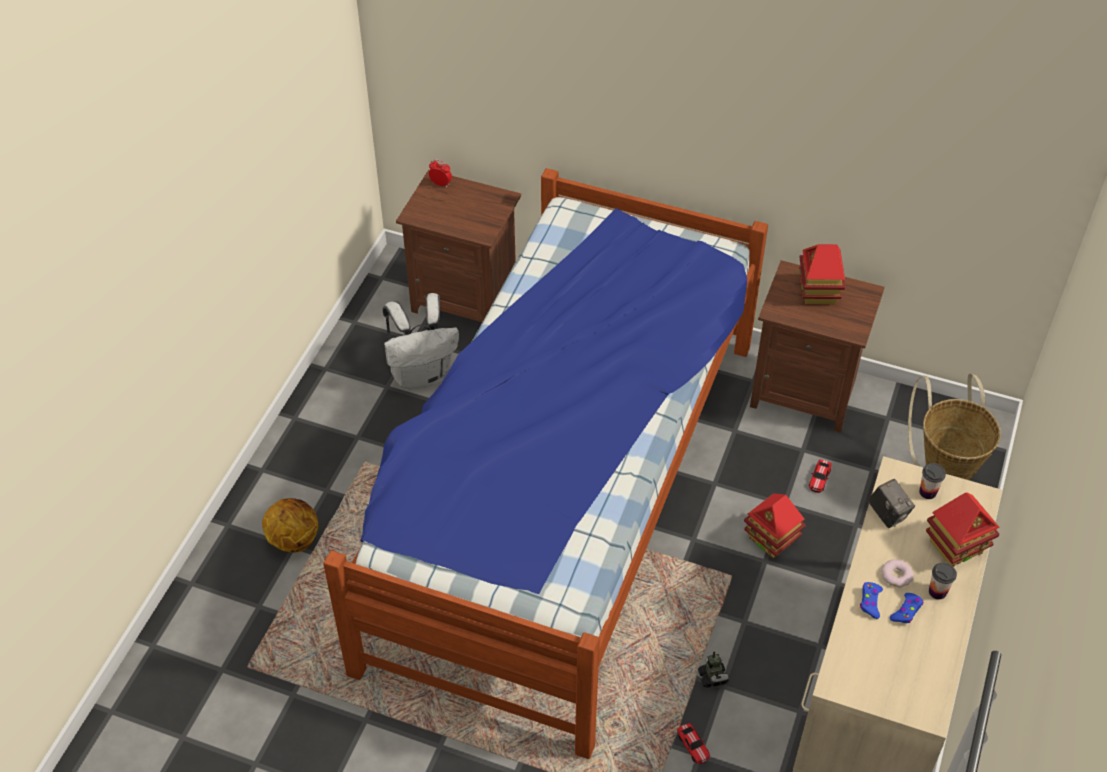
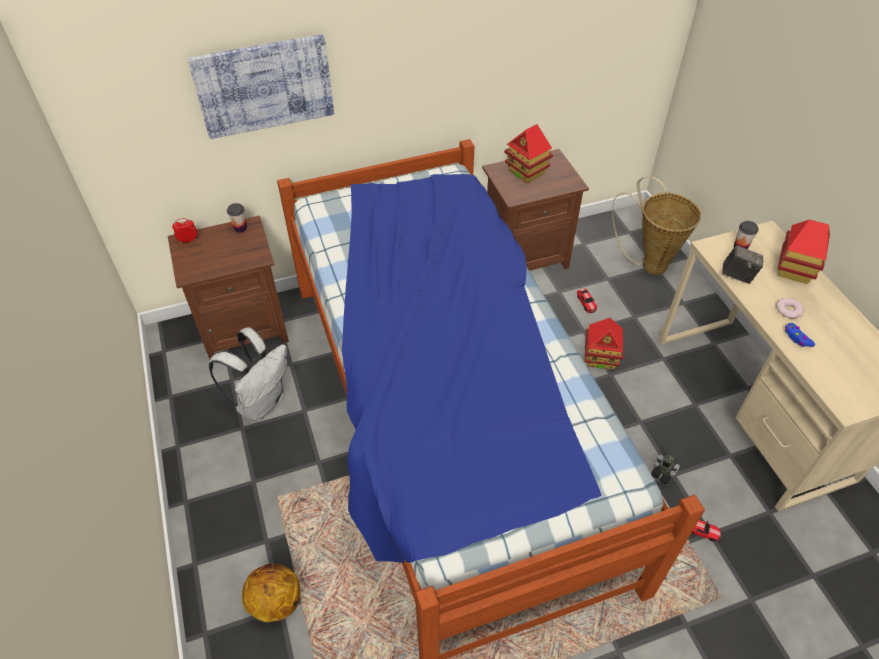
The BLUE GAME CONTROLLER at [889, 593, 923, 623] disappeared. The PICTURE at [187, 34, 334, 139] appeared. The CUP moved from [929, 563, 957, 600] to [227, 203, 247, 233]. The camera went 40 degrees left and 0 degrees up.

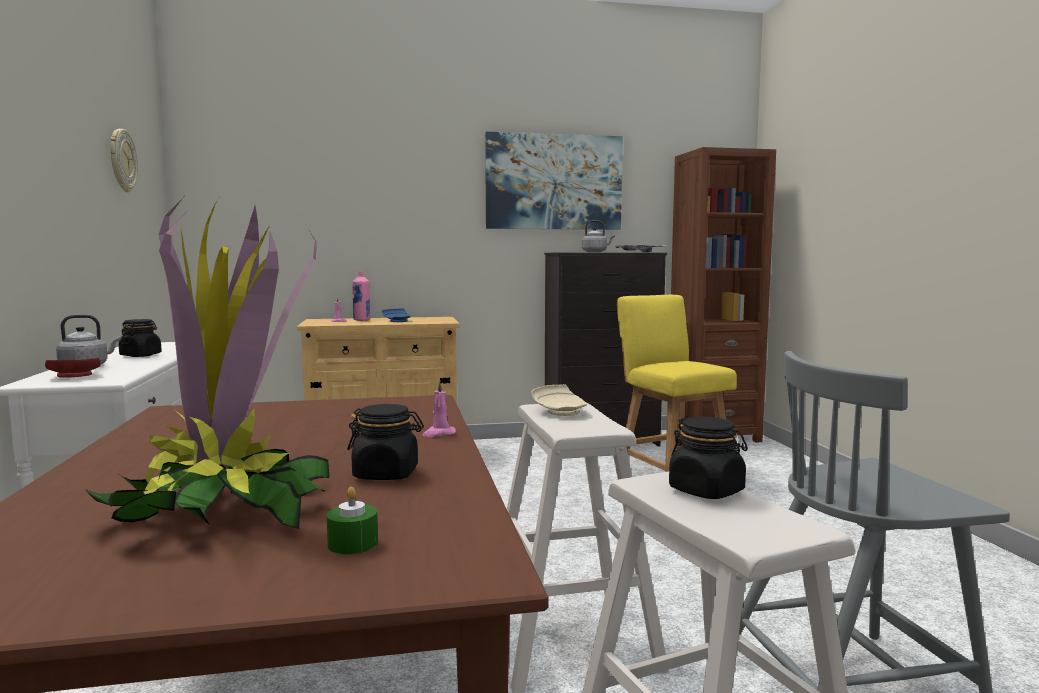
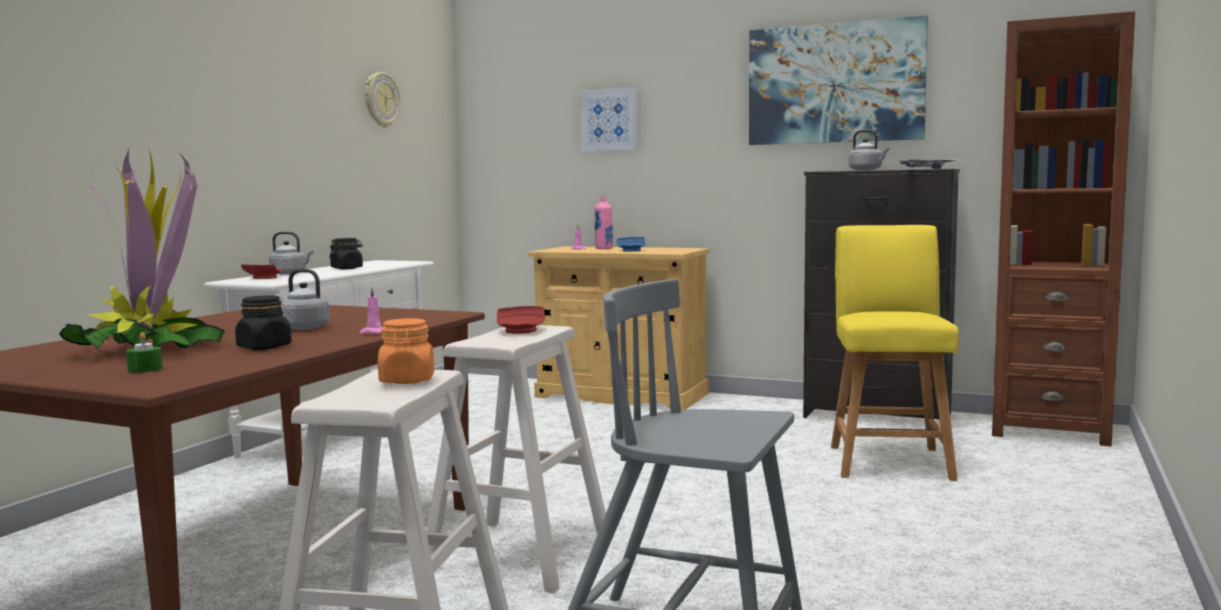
The GREY KETTLE at [275, 269, 330, 330] appeared. The PICTURE at [580, 87, 638, 152] appeared. The BEIGE PLATE at [531, 385, 588, 416] became the RED PLATE at [497, 306, 545, 334]. The BLACK JAR at [669, 417, 748, 499] became the ORANGE JAR at [378, 318, 434, 384]. The camera went 35 degrees right and 0 degrees up.

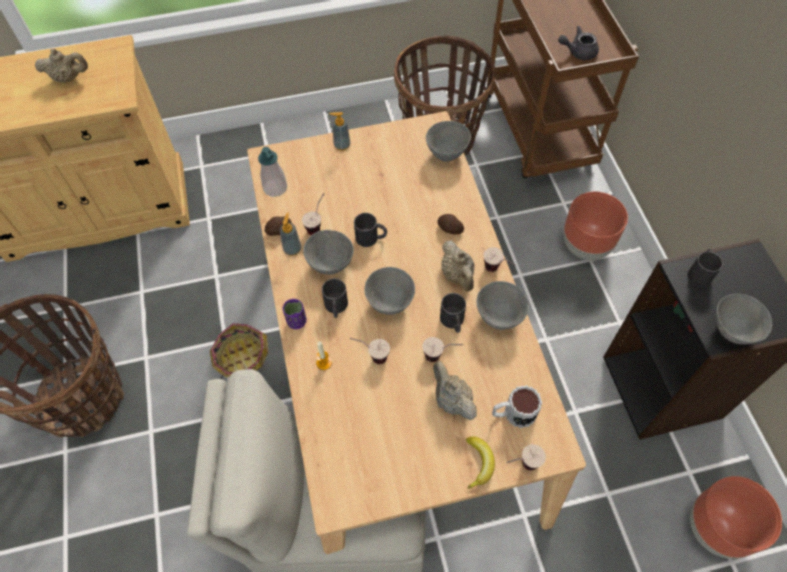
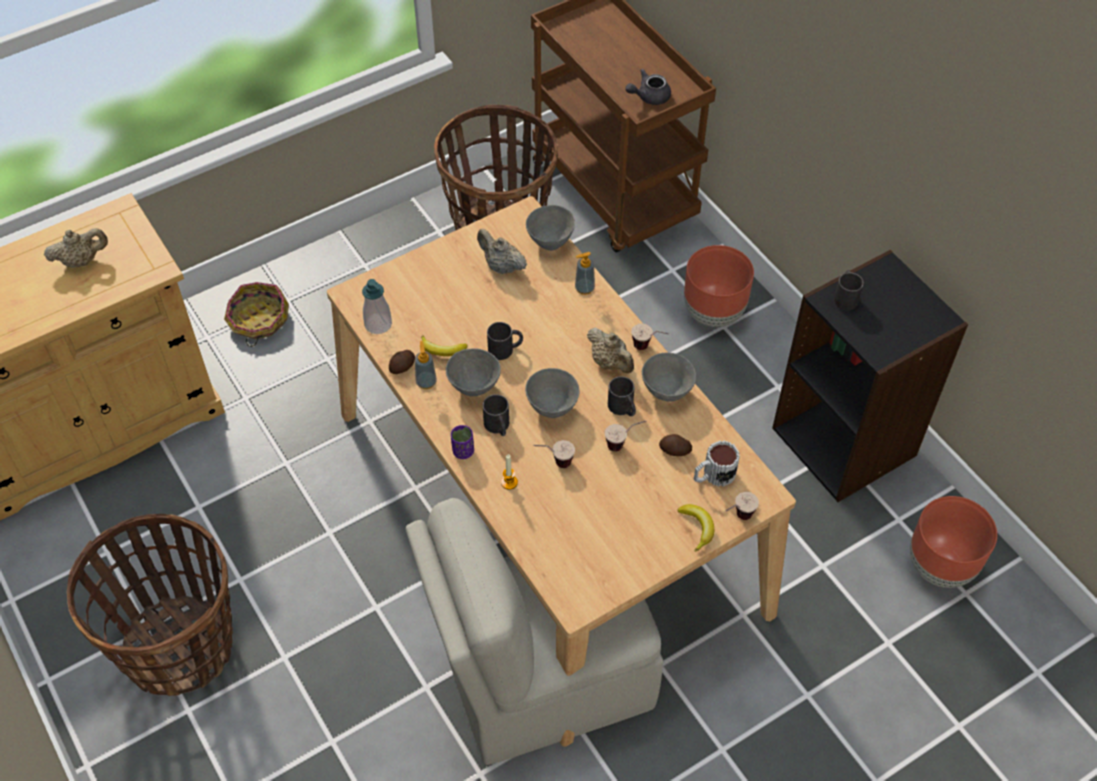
The GREY BOWL at [716, 294, 772, 344] disappeared. The BASKET moved from [210, 323, 268, 379] to [224, 282, 289, 347]. The SOAP DISPENSER moved from [329, 112, 351, 151] to [575, 252, 595, 295]. The BEIGE TEAPOT moved from [433, 361, 477, 420] to [477, 229, 527, 274]. The POTATO moved from [437, 214, 464, 234] to [659, 434, 692, 456]. The CUP at [302, 193, 324, 235] was replaced by the BANANA at [421, 335, 468, 356]. The camera went 20 degrees left and 5 degrees down.

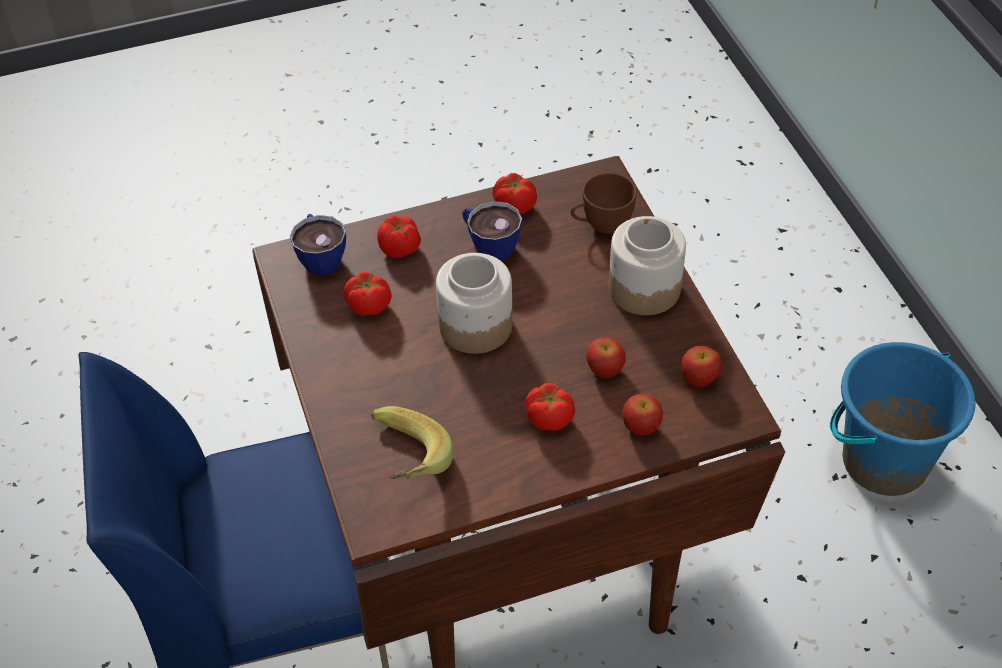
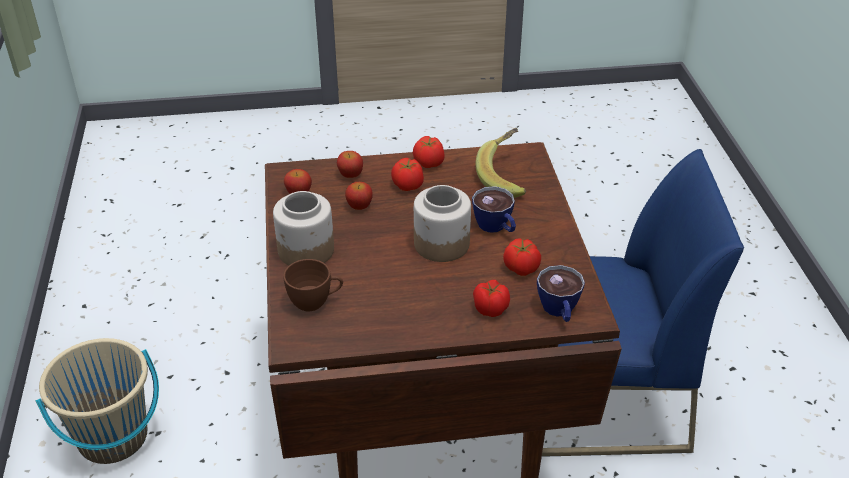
The CUP moved from [462, 201, 522, 261] to [472, 186, 516, 233]. The TOMATO moved from [492, 173, 537, 214] to [413, 136, 445, 168]. The BLUE BUCKET at [830, 342, 976, 496] became the BEIGE BUCKET at [36, 338, 159, 464]. The camera went 170 degrees left and 10 degrees down.

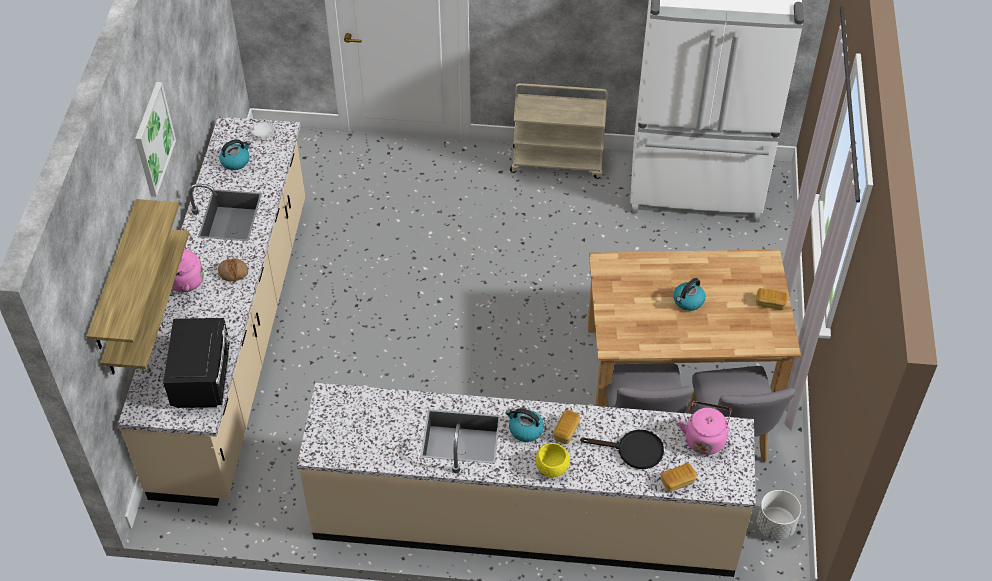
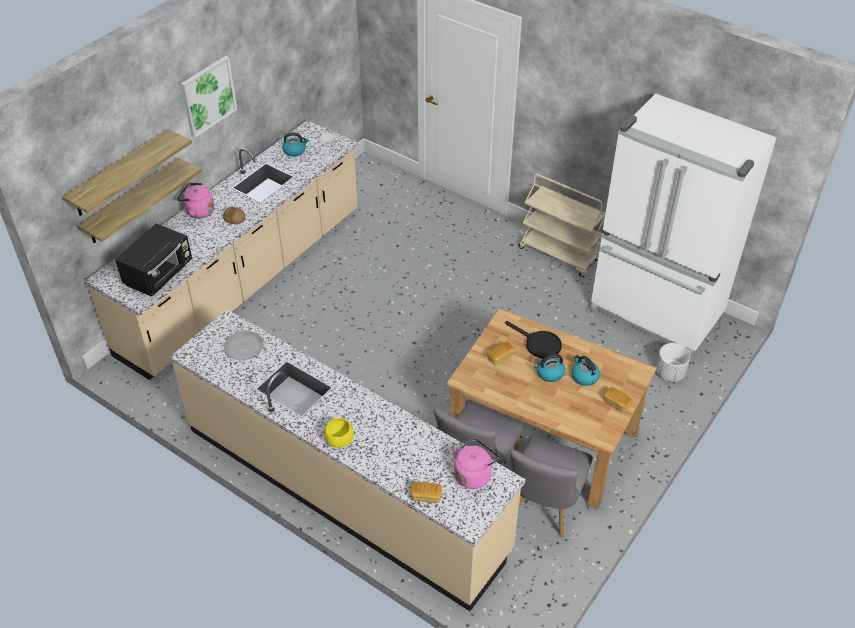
The PLATE at [224, 330, 264, 360] appeared. The KETTLE moved from [506, 408, 544, 442] to [571, 355, 600, 386]. The BREAD moved from [553, 410, 580, 444] to [487, 341, 514, 365]. The BLACK FRYING PAN moved from [580, 430, 664, 469] to [505, 321, 562, 358]. The WHITE PLANTER moved from [757, 490, 801, 540] to [656, 343, 690, 382]. The camera went 30 degrees right and 5 degrees down.

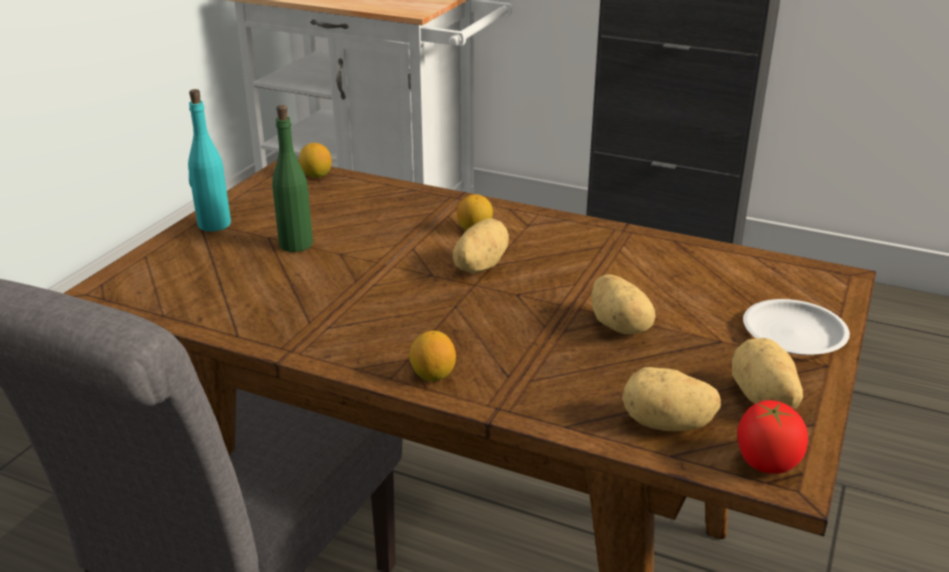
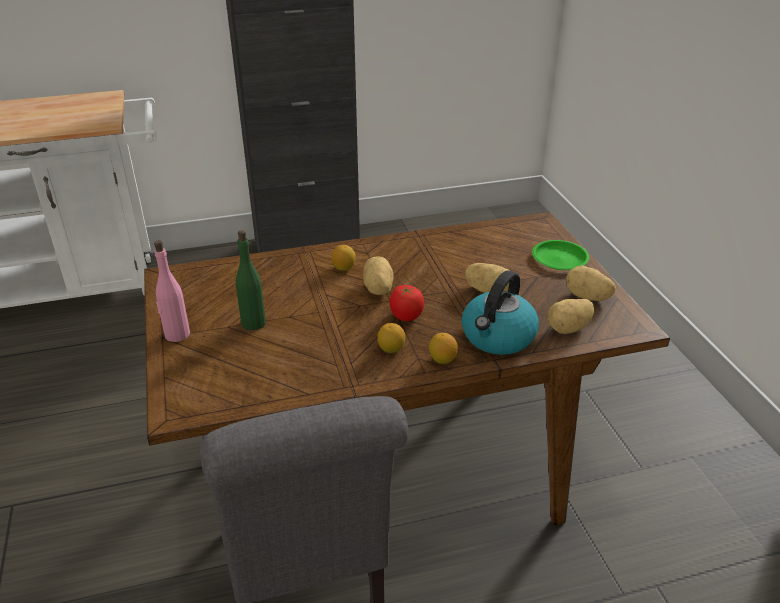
The KETTLE at [462, 271, 539, 355] appeared. The LEMON moved from [299, 143, 332, 178] to [377, 323, 405, 353]. The TOMATO moved from [737, 400, 808, 474] to [390, 285, 424, 321]. The TURQUOISE BOTTLE at [188, 89, 231, 231] became the PINK BOTTLE at [154, 240, 190, 342]. The WHITE PLATE at [743, 299, 850, 355] became the GREEN PLATE at [532, 240, 589, 270]. The camera went 40 degrees left and 5 degrees up.

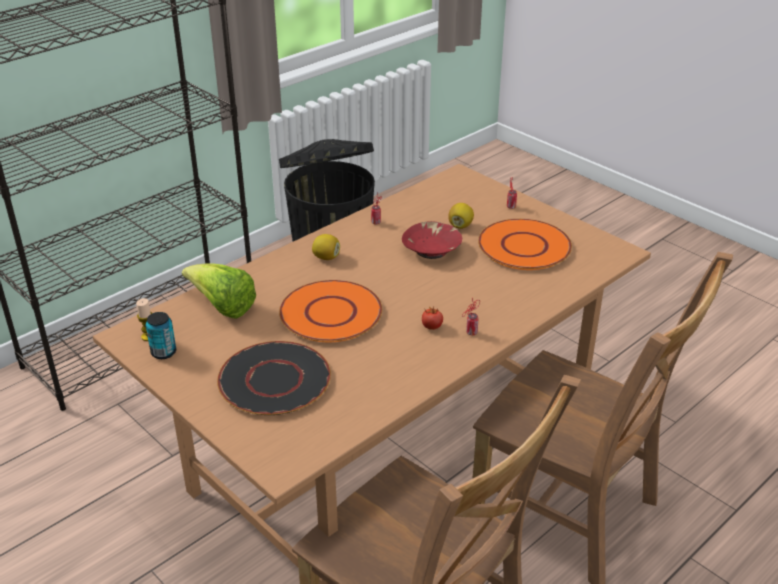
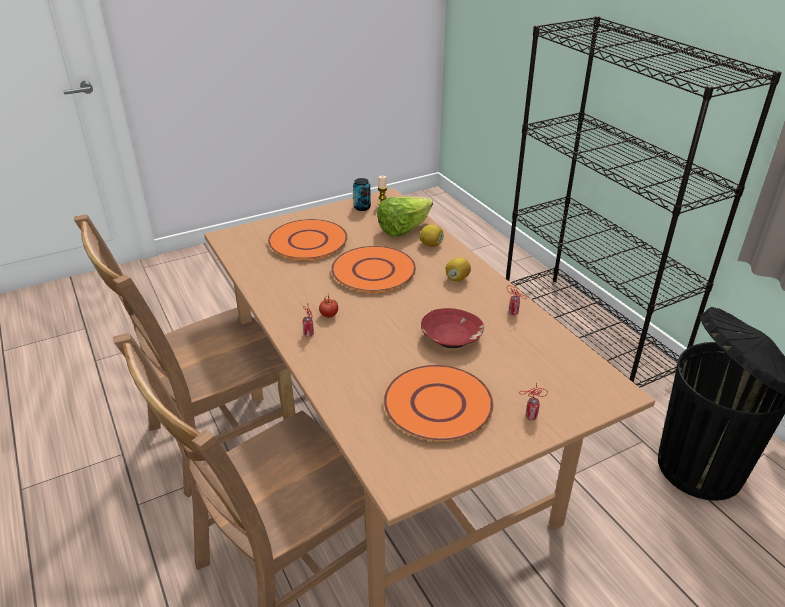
The LEMON moved from [448, 203, 474, 229] to [420, 224, 444, 247]. The BLACK PLATE at [217, 341, 331, 415] became the ORANGE PLATE at [268, 219, 348, 260]. The camera went 105 degrees right and 0 degrees up.

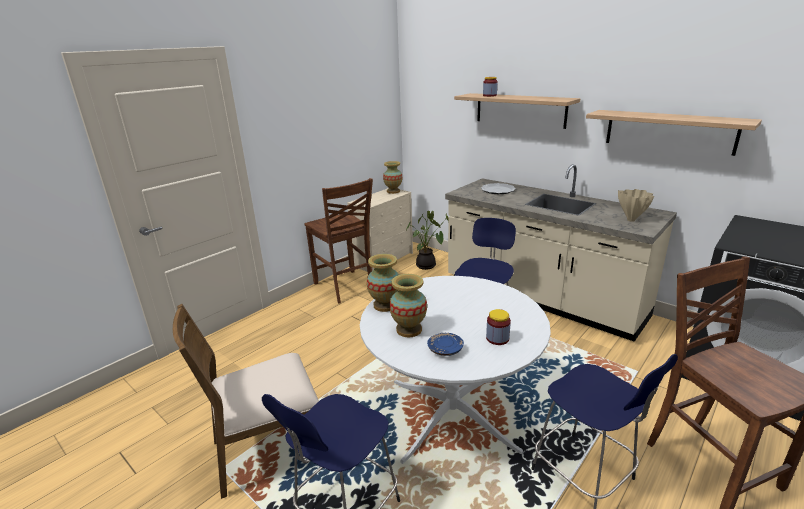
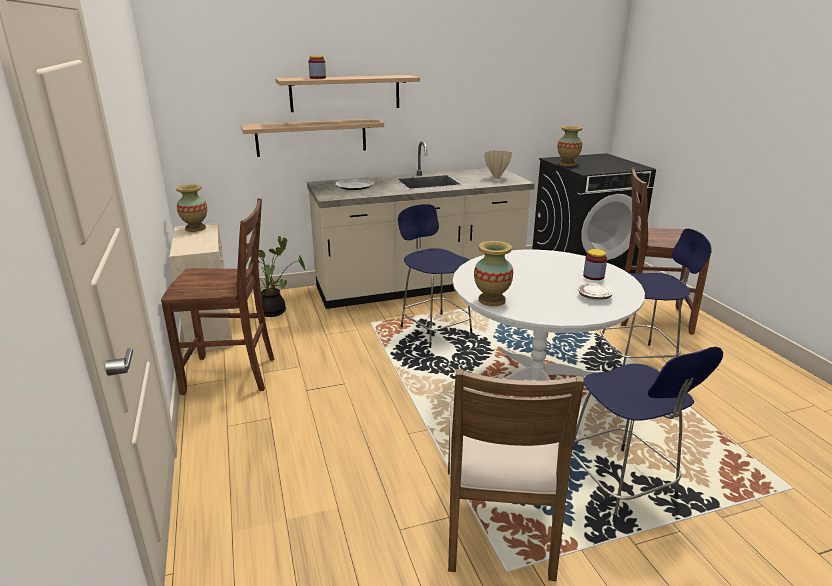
The VASE moved from [389, 274, 427, 337] to [557, 126, 582, 166]. The SHELF moved from [586, 110, 762, 156] to [241, 118, 384, 157]. The BLUE PLATE at [427, 333, 464, 356] became the WHITE PLATE at [578, 283, 614, 301]. The camera went 60 degrees left and 0 degrees up.

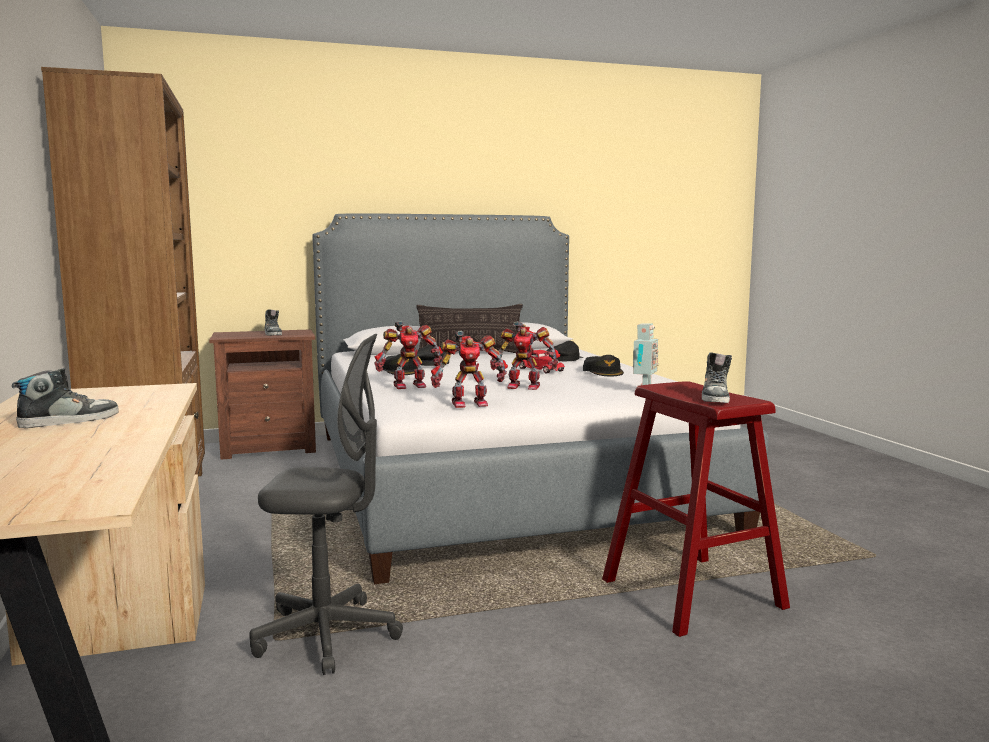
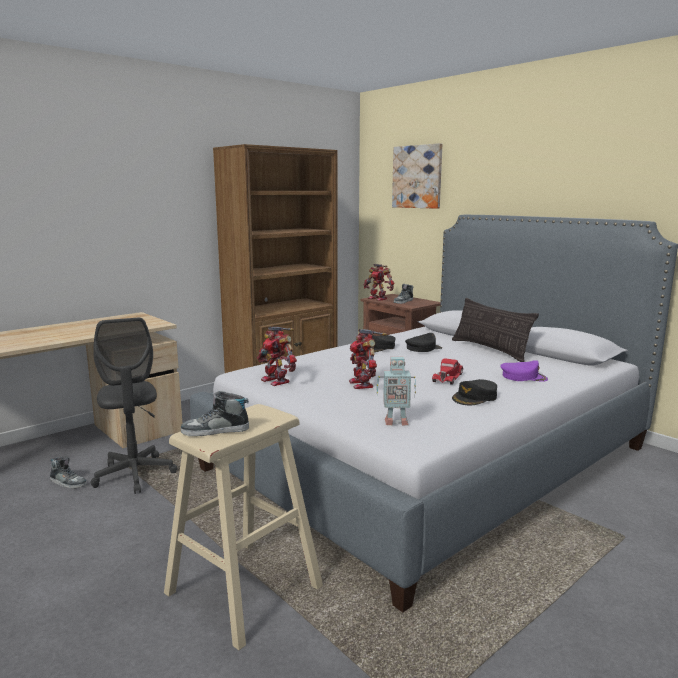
The PICTURE at [392, 143, 442, 209] appeared. The SHOE moved from [12, 368, 119, 428] to [50, 456, 87, 489]. The TOY ROBOT moved from [375, 321, 443, 389] to [364, 264, 395, 301]. The BLACK CAP at [547, 341, 584, 361] became the PURPLE CAP at [500, 360, 548, 382]. The RED STOOL at [602, 381, 790, 637] became the BEIGE STOOL at [164, 404, 323, 650]. The camera went 65 degrees right and 5 degrees up.

